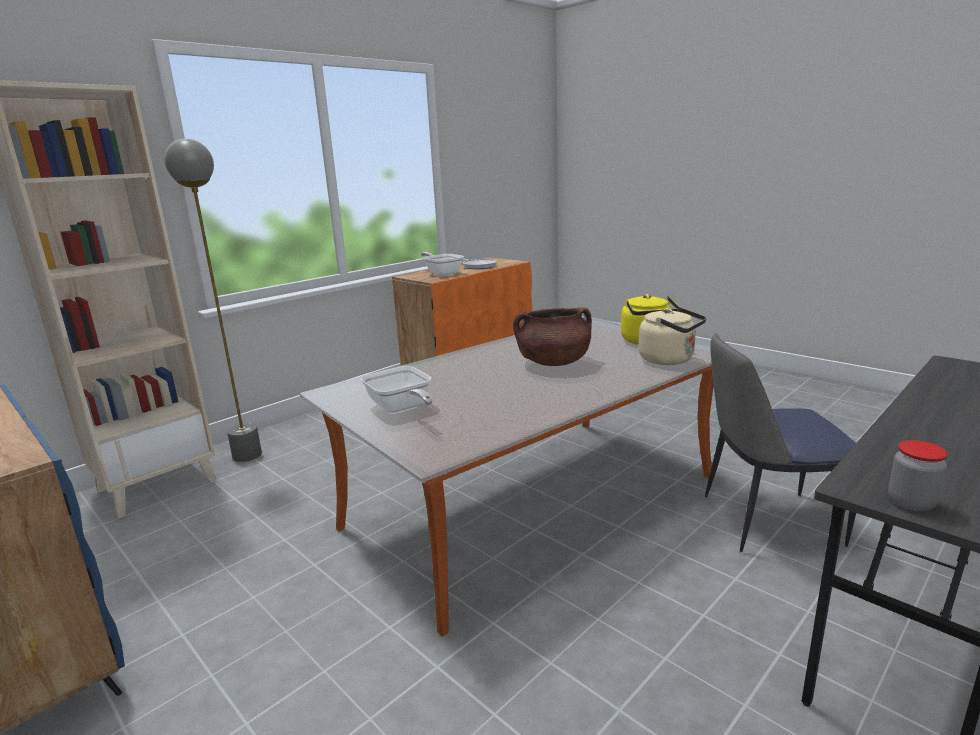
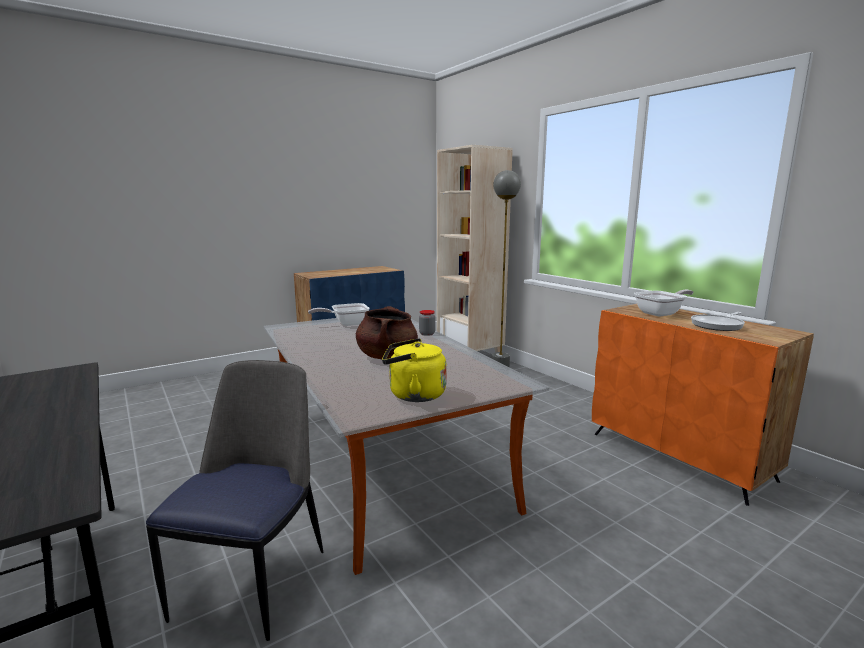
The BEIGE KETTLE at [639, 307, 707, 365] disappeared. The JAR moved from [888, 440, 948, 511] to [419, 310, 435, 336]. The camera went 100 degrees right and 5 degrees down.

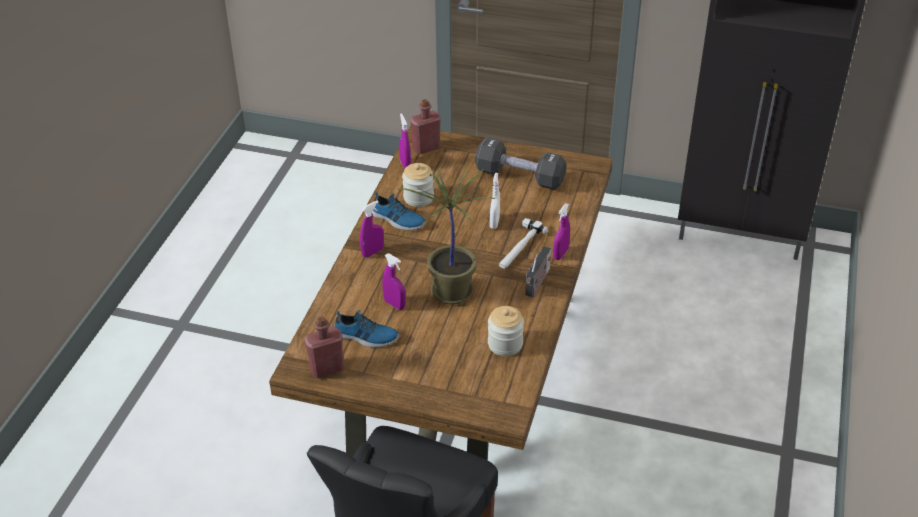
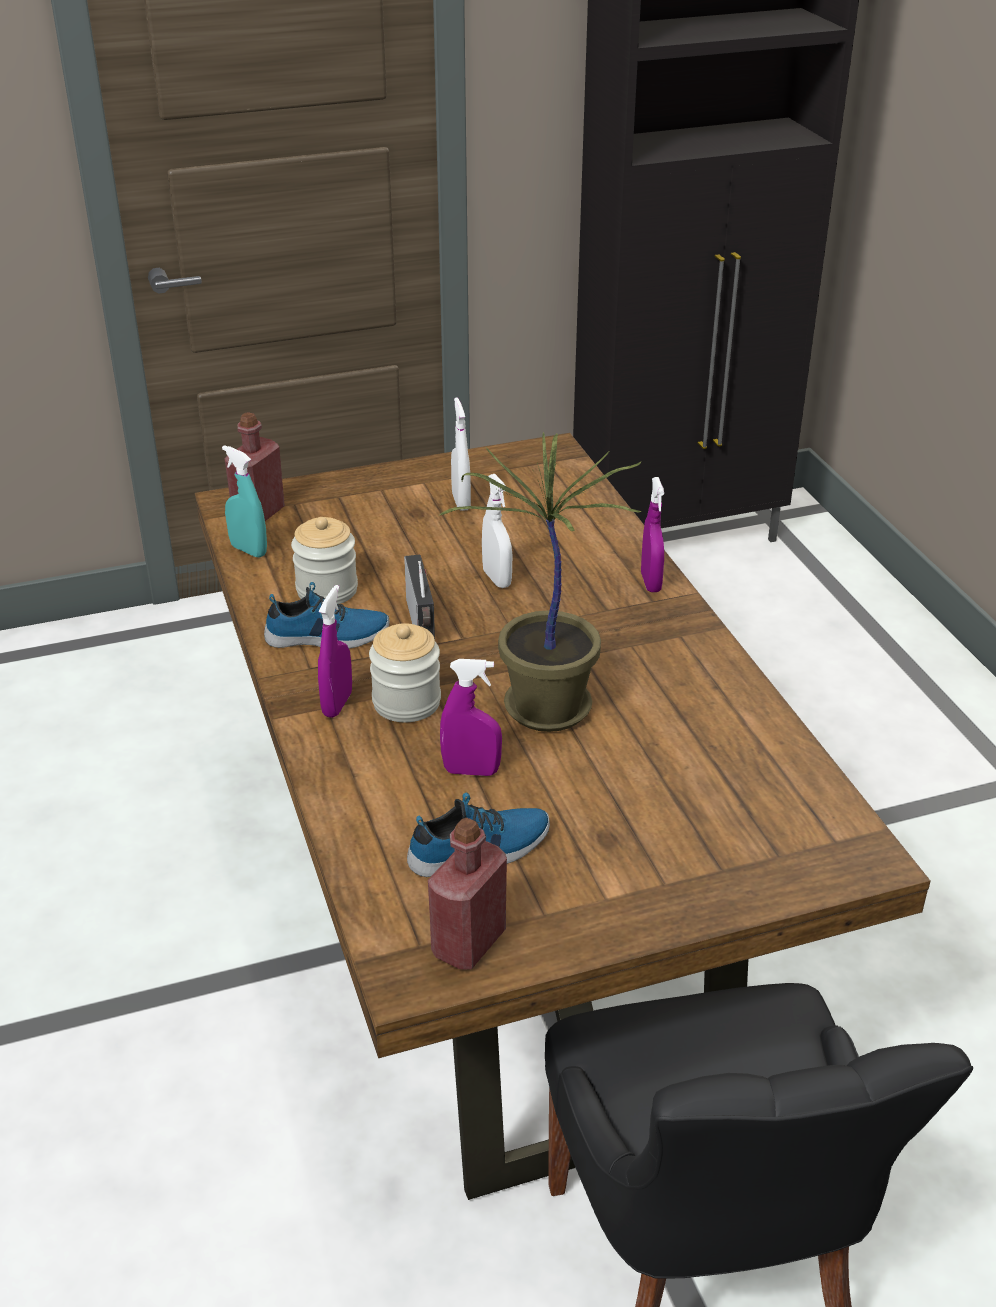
The HAMMER at [499, 218, 548, 269] disappeared. The JAR moved from [488, 306, 524, 356] to [369, 623, 441, 722]. The RADIO moved from [525, 246, 551, 297] to [404, 555, 435, 639]. The BLACK DUMBBELL at [475, 138, 567, 190] was replaced by the WHITE SPRAY BOTTLE at [451, 398, 471, 511]. The PURPLE SPRAY BOTTLE at [399, 113, 411, 169] became the TURQUOISE SPRAY BOTTLE at [222, 445, 267, 558]. The camera went 35 degrees left and 5 degrees down.

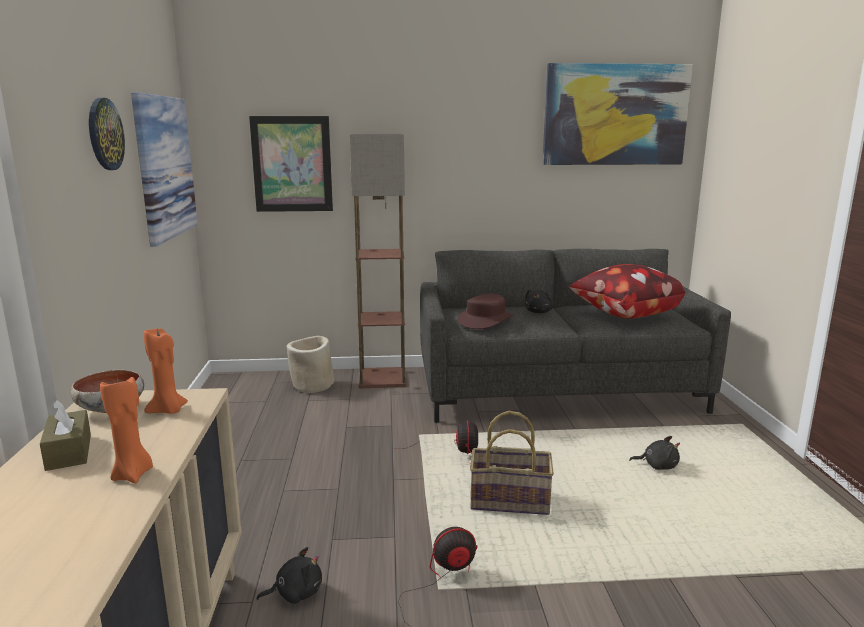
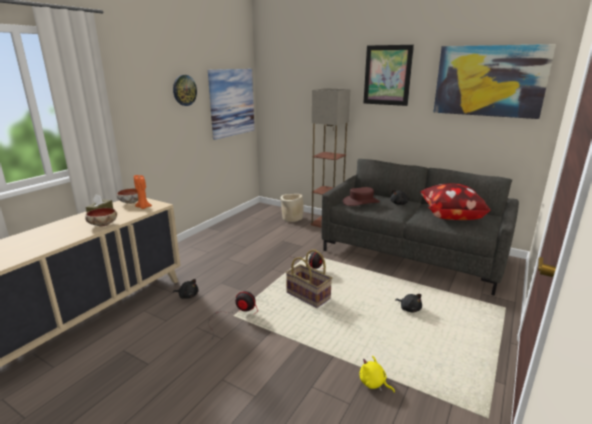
The YELLOW PLUSH TOY at [360, 356, 395, 393] appeared. The PICTURE moved from [249, 116, 333, 212] to [363, 45, 414, 106]. The ORANGE CANDLE at [100, 377, 153, 483] was replaced by the BOWL at [85, 208, 117, 227]. The camera went 35 degrees right and 5 degrees up.

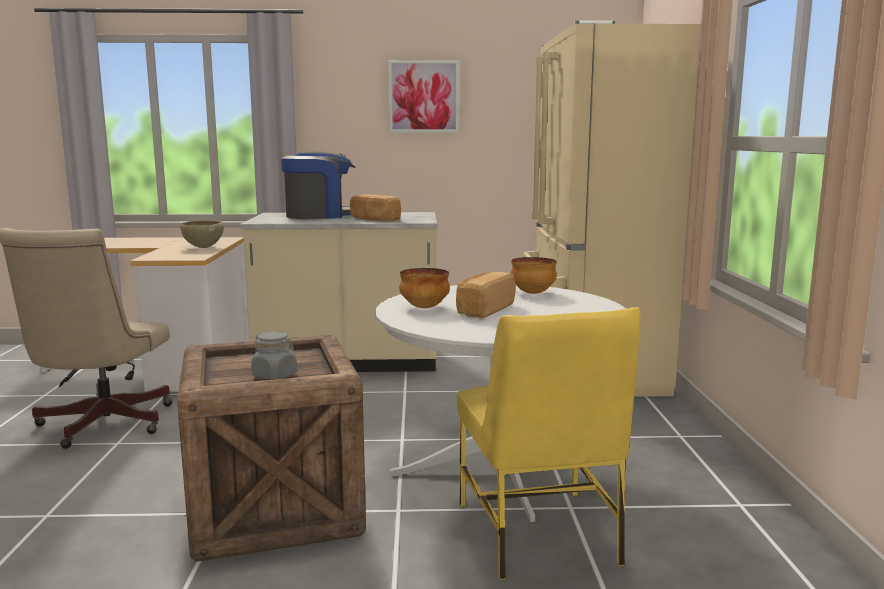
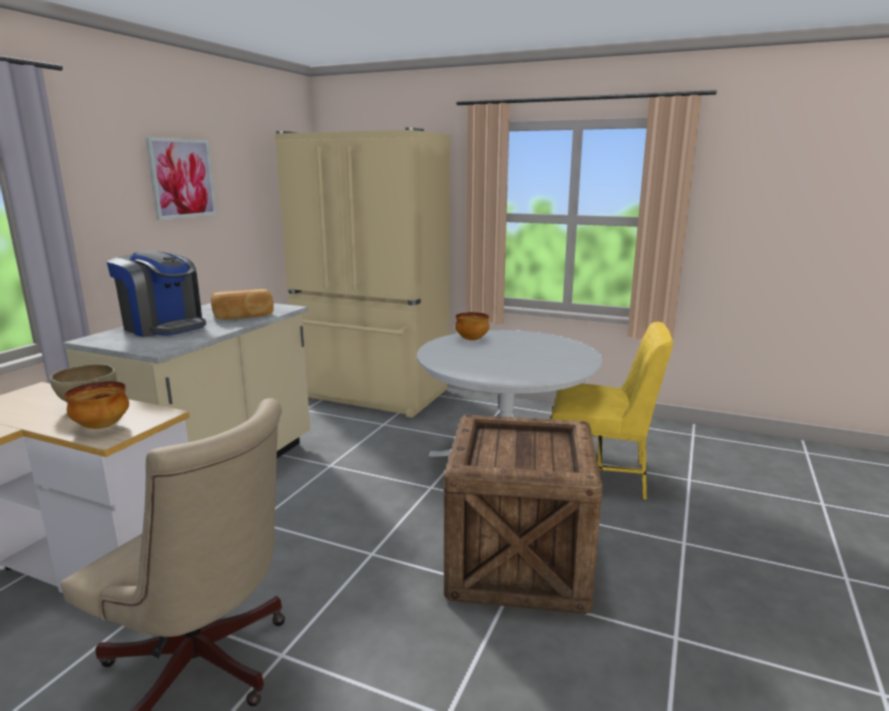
The GREY JAR at [251, 331, 297, 380] disappeared. The BREAD at [456, 272, 516, 318] disappeared. The BOWL moved from [399, 268, 450, 308] to [64, 381, 129, 429]. The COFFEE MACHINE at [281, 151, 355, 219] turned 120 degrees clockwise. The camera went 65 degrees left and 5 degrees up.

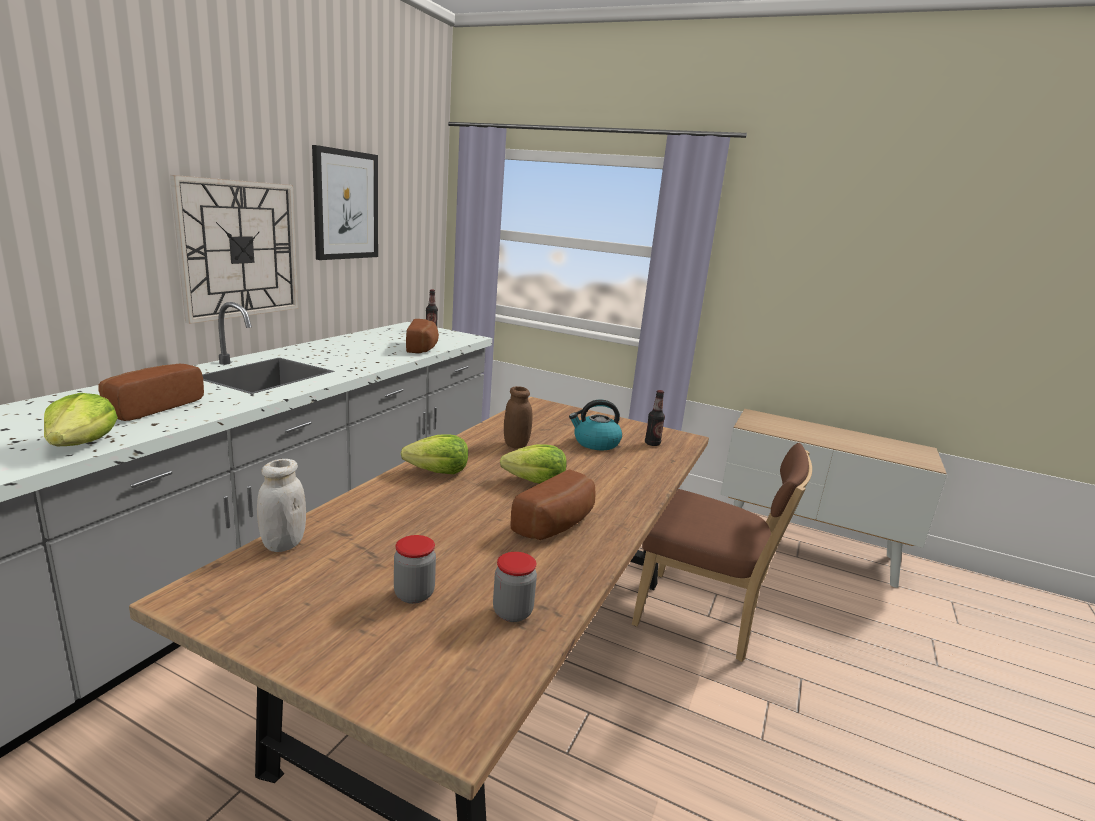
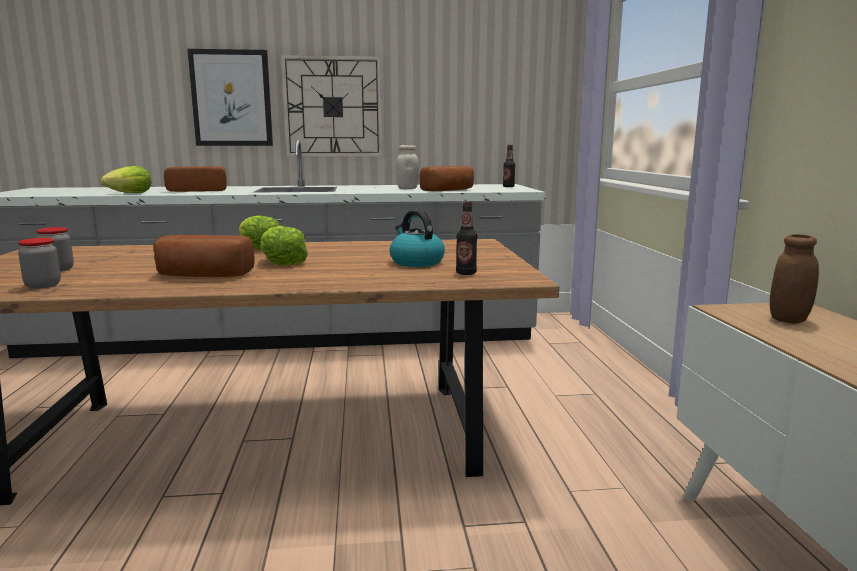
The BROWN CHAIR at [632, 443, 812, 662] disappeared. The WHITE JAR moved from [257, 459, 306, 552] to [396, 145, 419, 189]. The PICTURE moved from [312, 145, 378, 260] to [187, 49, 273, 146]. The BROWN JAR moved from [504, 386, 533, 449] to [770, 234, 819, 324]. The camera went 60 degrees right and 5 degrees down.

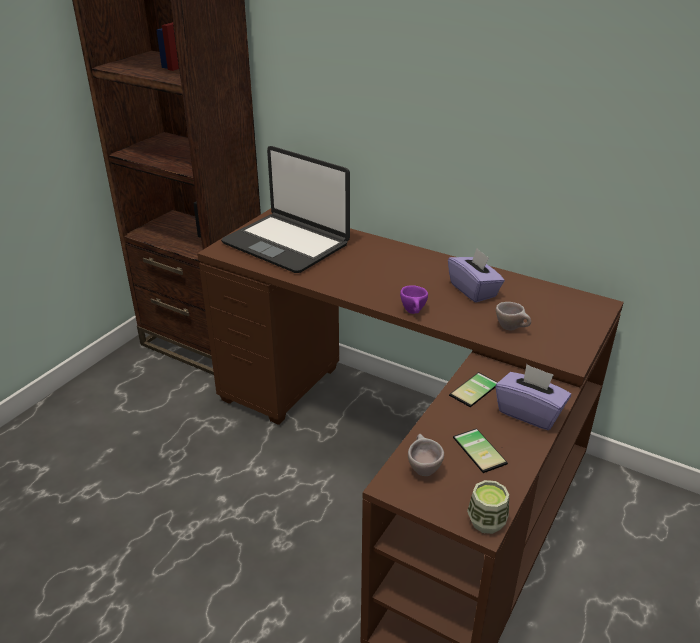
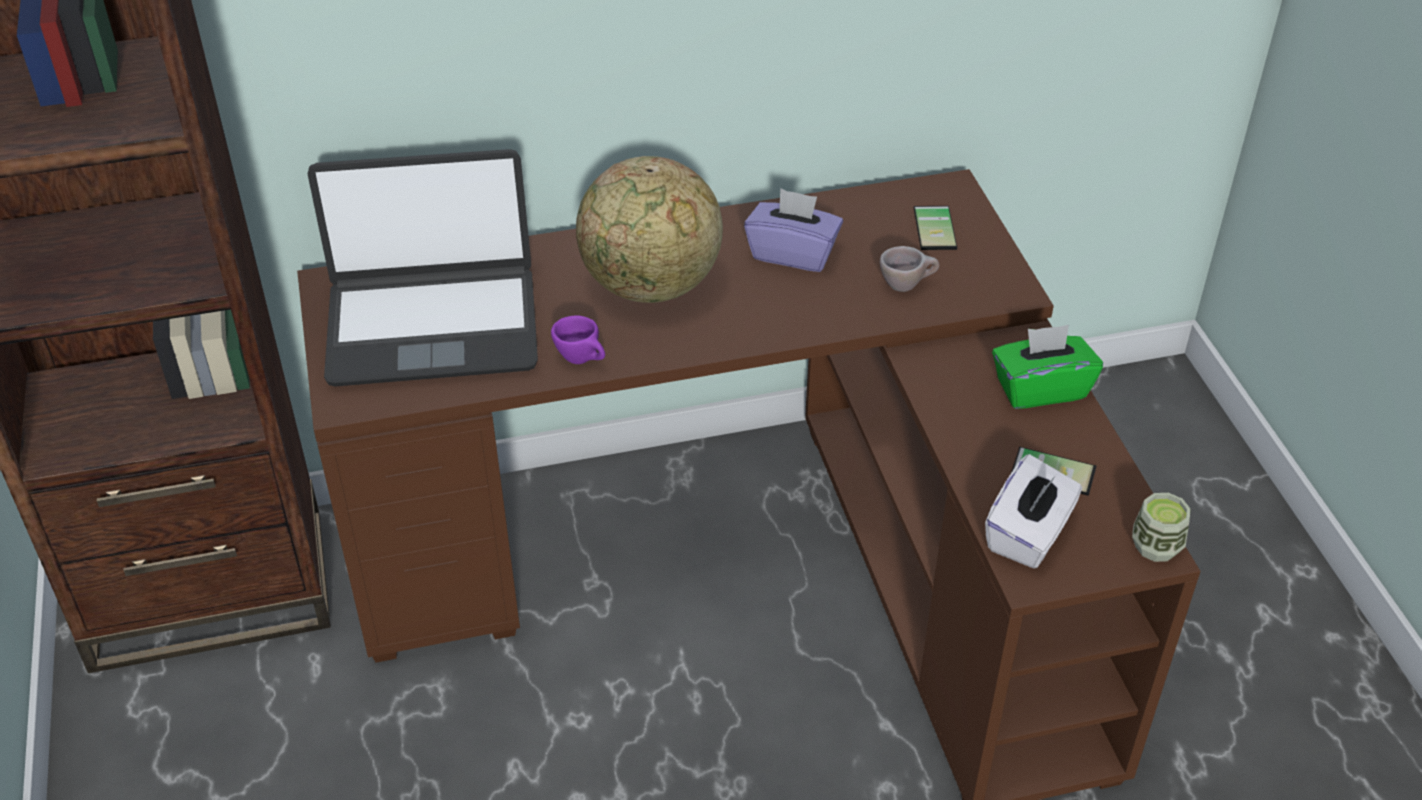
The GLOBE at [576, 156, 723, 303] appeared. The PURPLE CUP moved from [400, 285, 428, 314] to [551, 315, 605, 364]. The PHONE moved from [449, 372, 498, 407] to [914, 206, 957, 250]. The BEIGE CUP at [408, 434, 444, 476] was replaced by the WHITE TISSUE BOX at [985, 454, 1082, 569]. The PURPLE TISSUE BOX at [495, 364, 571, 430] became the GREEN TISSUE BOX at [992, 325, 1103, 409]. The camera went 45 degrees left and 10 degrees up.

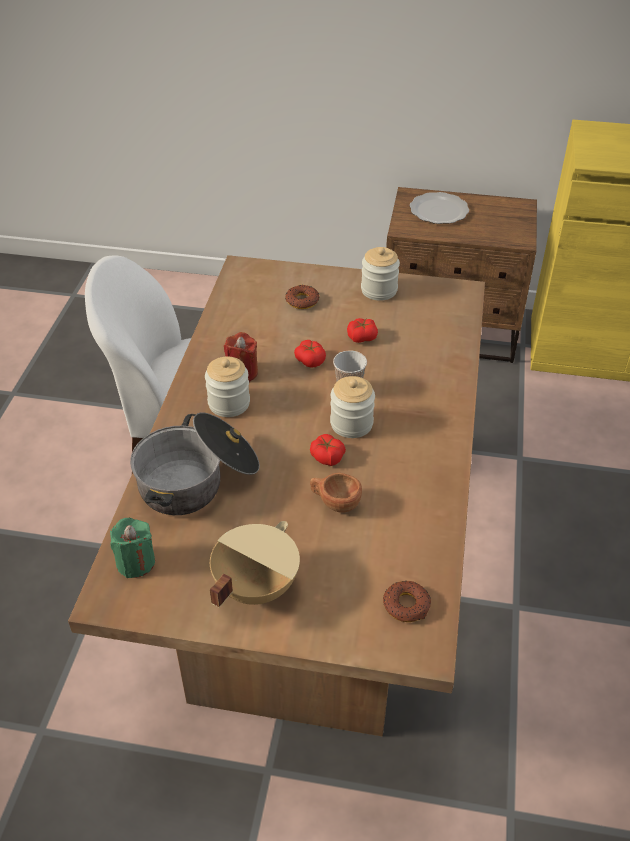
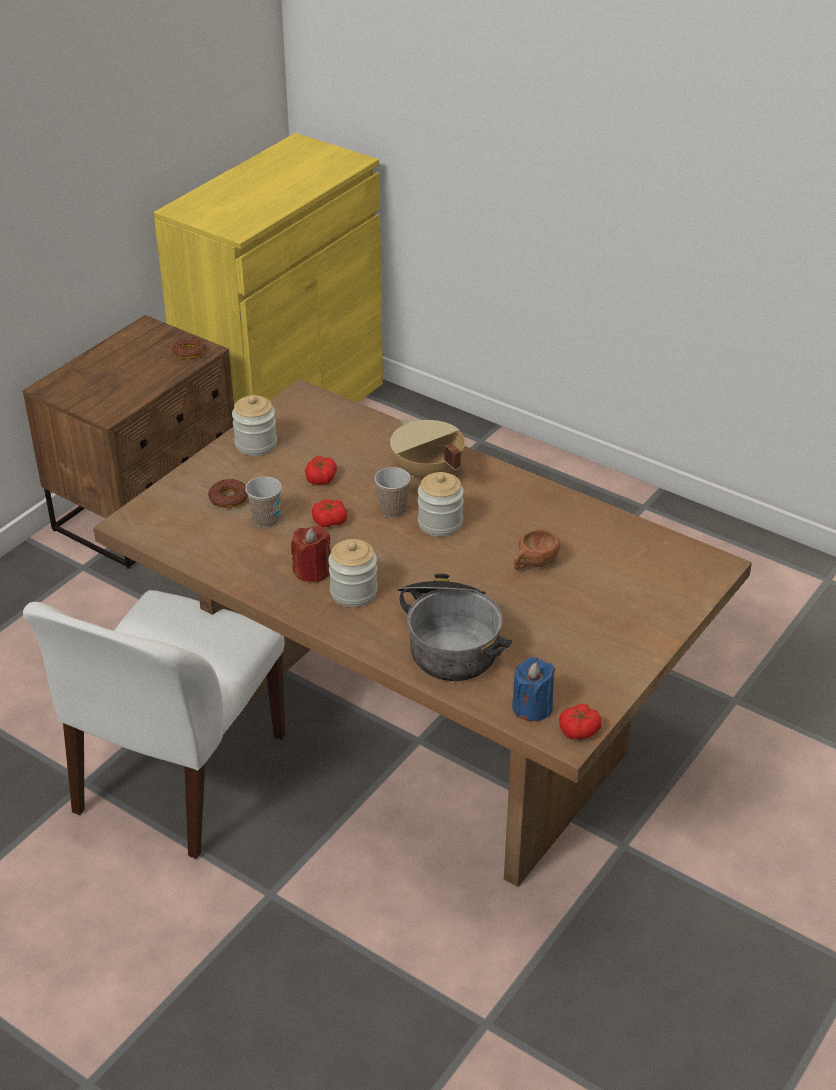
The PLATE at [410, 192, 469, 224] disappeared. The CUP at [245, 476, 282, 528] appeared. The BEIGE COOKING POT moved from [210, 521, 300, 608] to [390, 418, 465, 478]. The TOMATO moved from [310, 434, 346, 466] to [559, 704, 601, 740]. The DONUT moved from [383, 581, 431, 622] to [172, 337, 206, 359]. The GREEN CANDLE at [110, 518, 155, 578] became the BLUE CANDLE at [512, 657, 555, 721]. The camera went 65 degrees left and 5 degrees down.

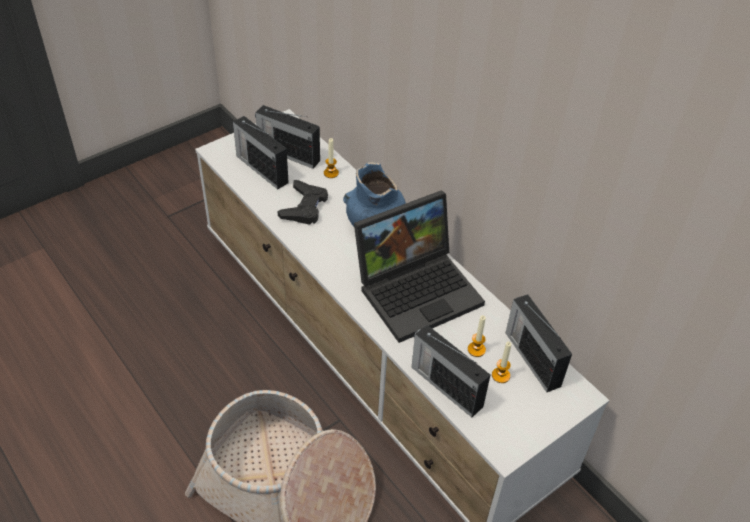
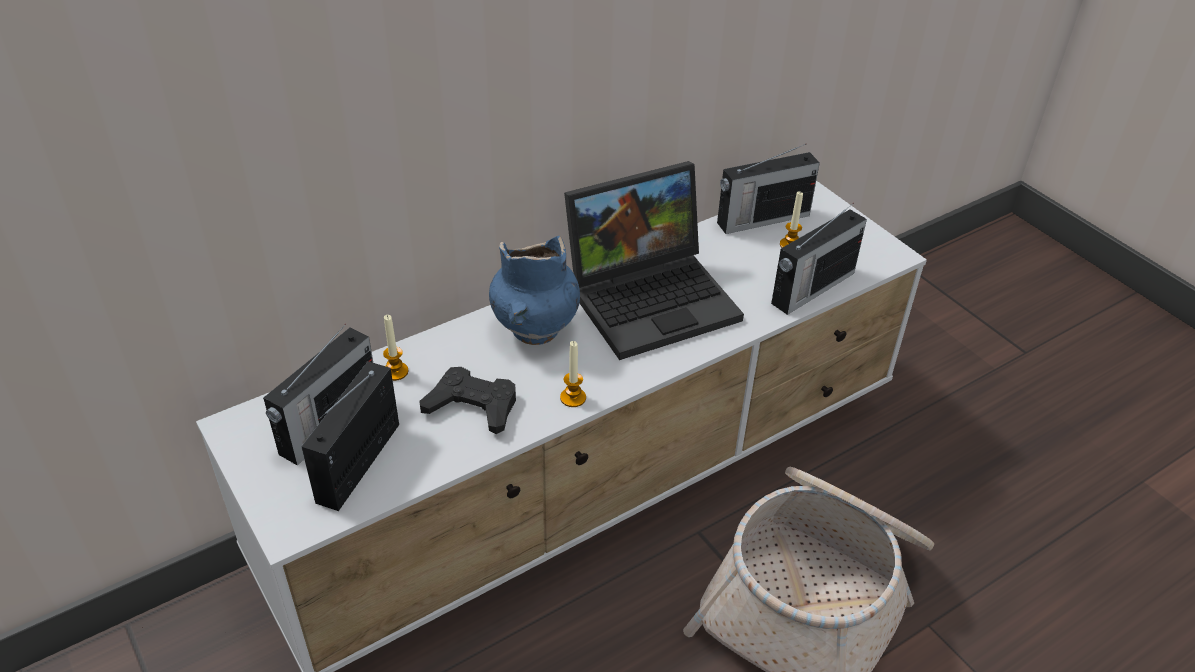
The CANDLE moved from [468, 315, 486, 357] to [560, 341, 586, 407]. The RADIO at [233, 116, 289, 189] turned 150 degrees clockwise. The LAPTOP at [354, 190, 485, 343] turned 90 degrees clockwise. The camera went 85 degrees left and 5 degrees down.

